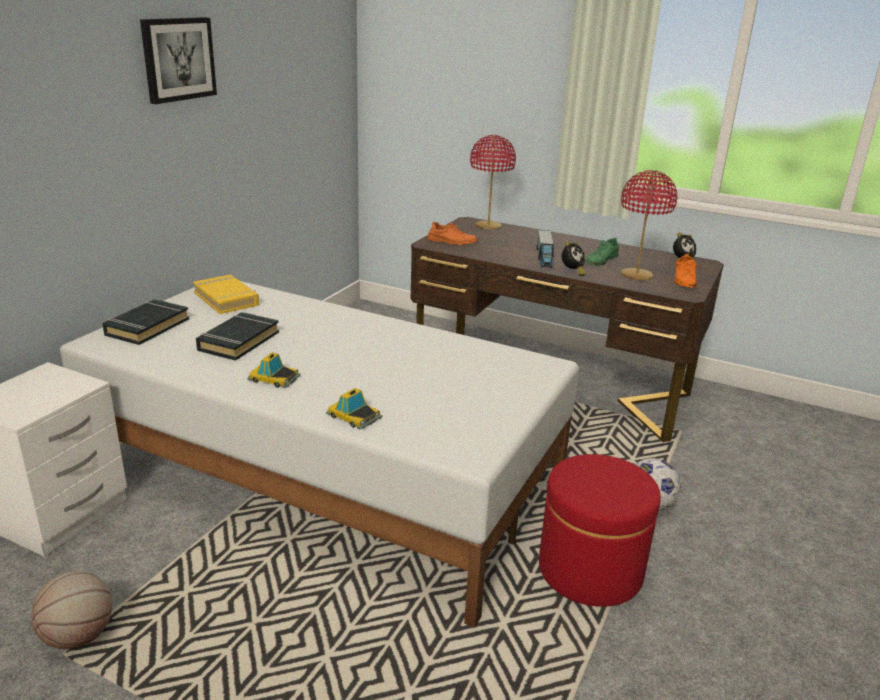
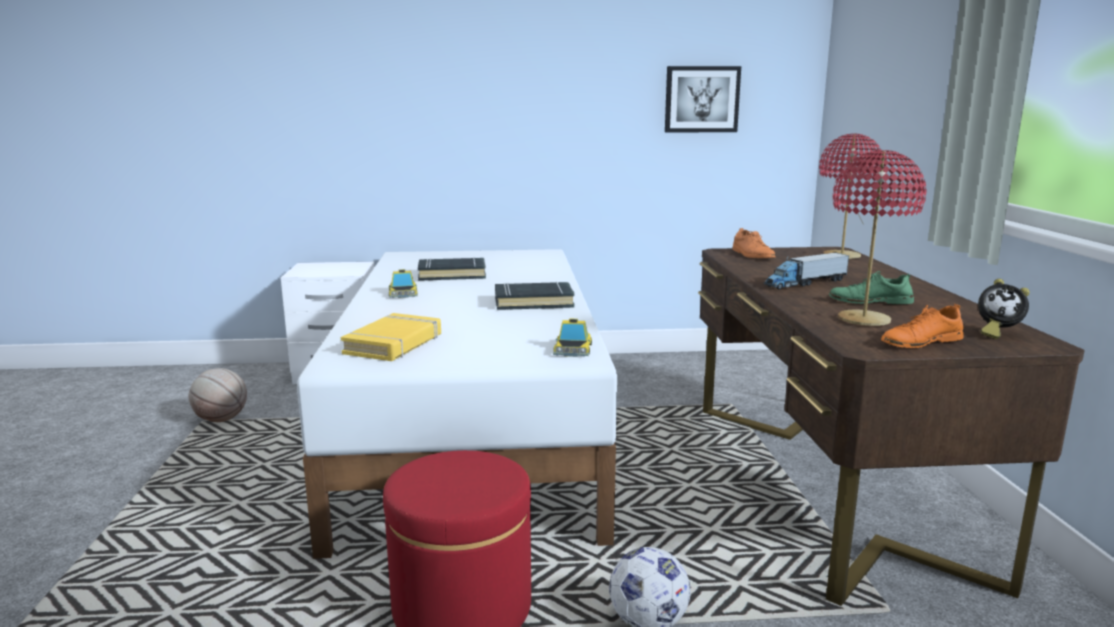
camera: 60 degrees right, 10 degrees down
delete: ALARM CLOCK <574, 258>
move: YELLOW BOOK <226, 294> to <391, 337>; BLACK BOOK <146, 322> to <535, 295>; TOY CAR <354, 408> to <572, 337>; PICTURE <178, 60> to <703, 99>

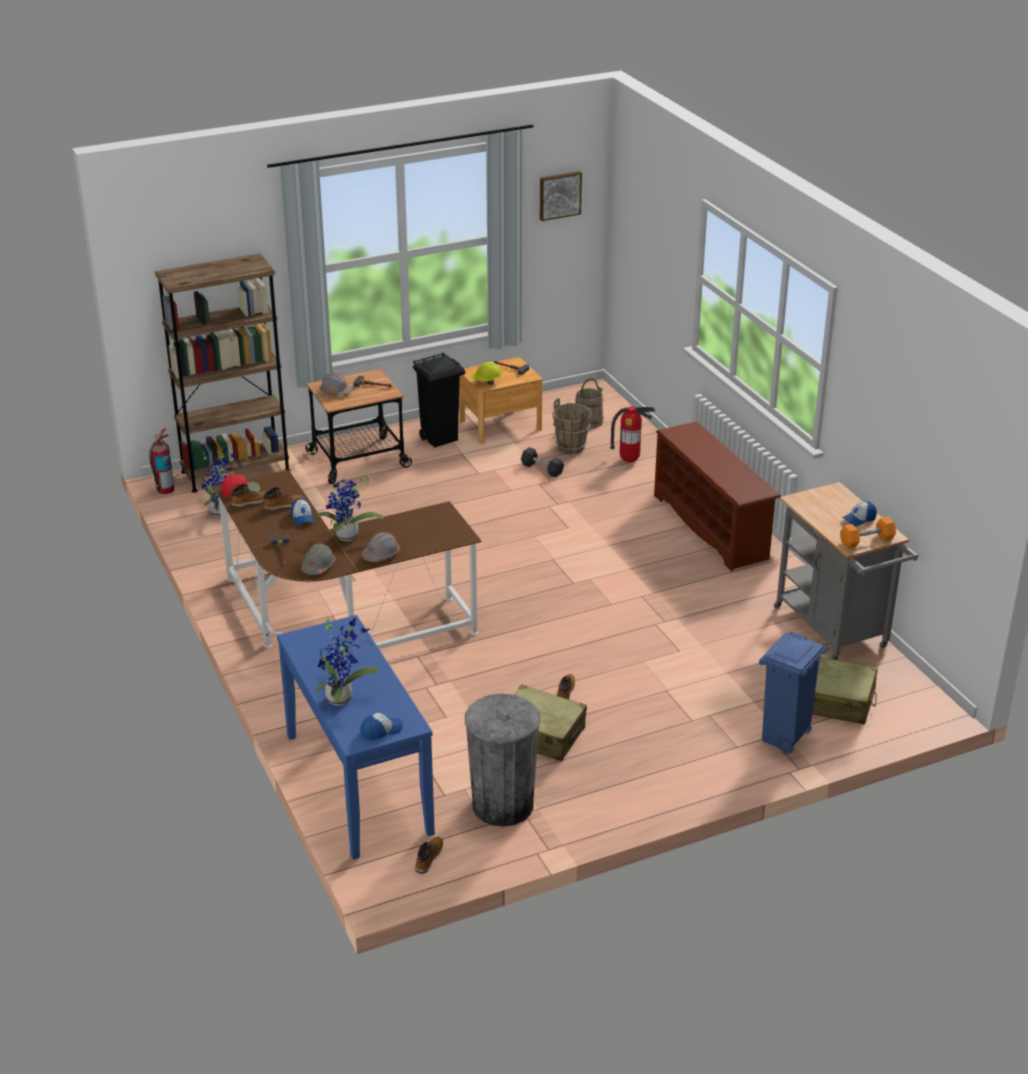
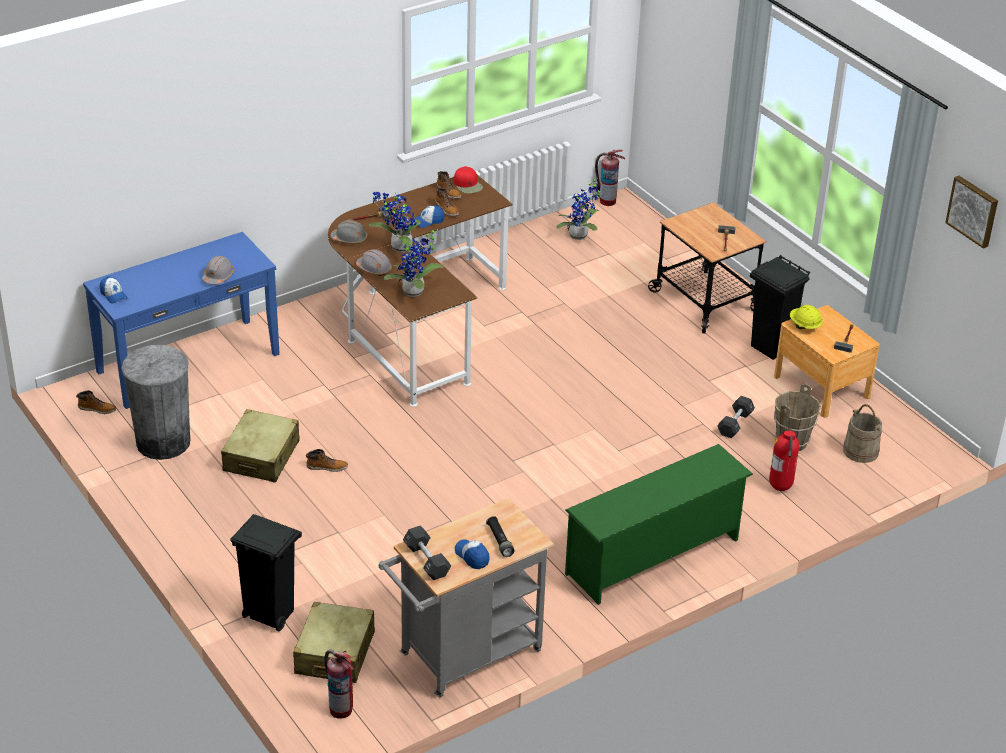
camera: 80 degrees right, 5 degrees up
delete: BROWN BOOKCASE <222, 373>
insert: FIRE EXTINGUISHER <339, 684>; BLACK FLASHLIGHT <500, 536>
move: GREY HARD HAT <336, 384> to <218, 270>; POTTED PLANT <347, 660> to <414, 263>
recolor: BLUE TRASH CAN <793, 692> to BLACK TRASH CAN <266, 573>; ORANGE DUMBBELL <868, 533> to BLACK DUMBBELL <427, 552>; BROWN SHOE RACK <717, 496> to GREEN SHOE RACK <659, 524>

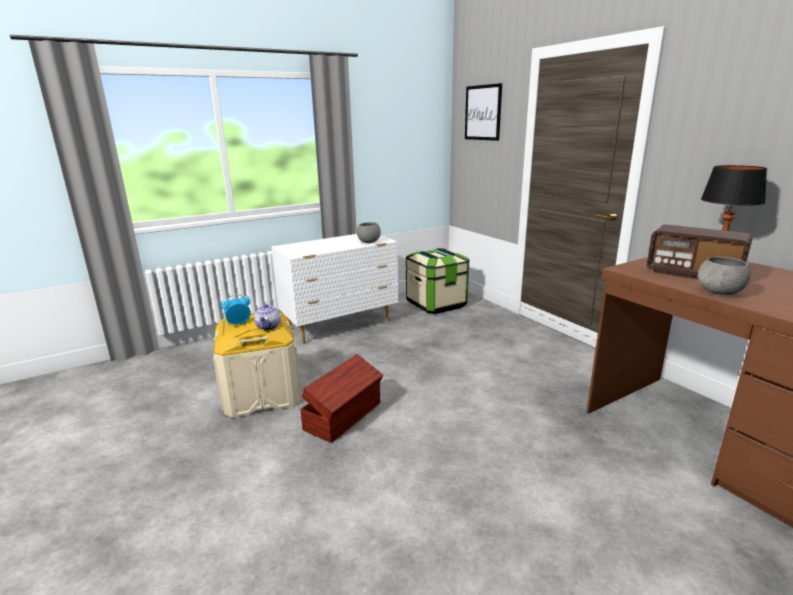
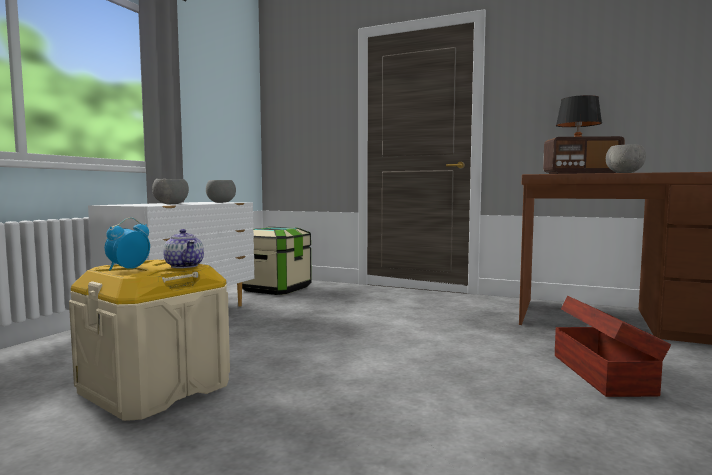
camera: 35 degrees left, 15 degrees down
delete: PICTURE <483, 112>
insert: GREY BOWL <170, 191>
move: BROWN STORAGE BOX <341, 398> to <613, 346>

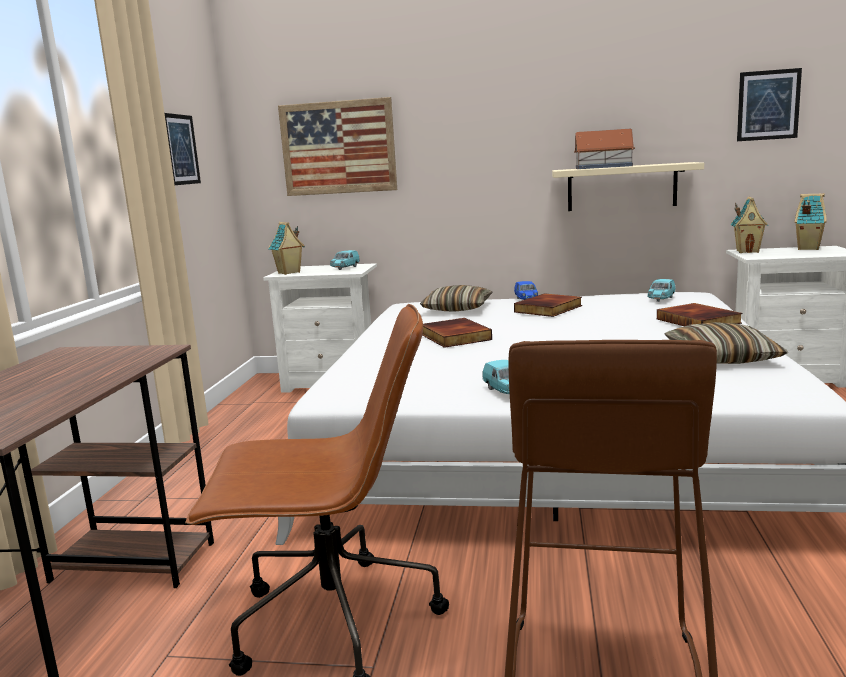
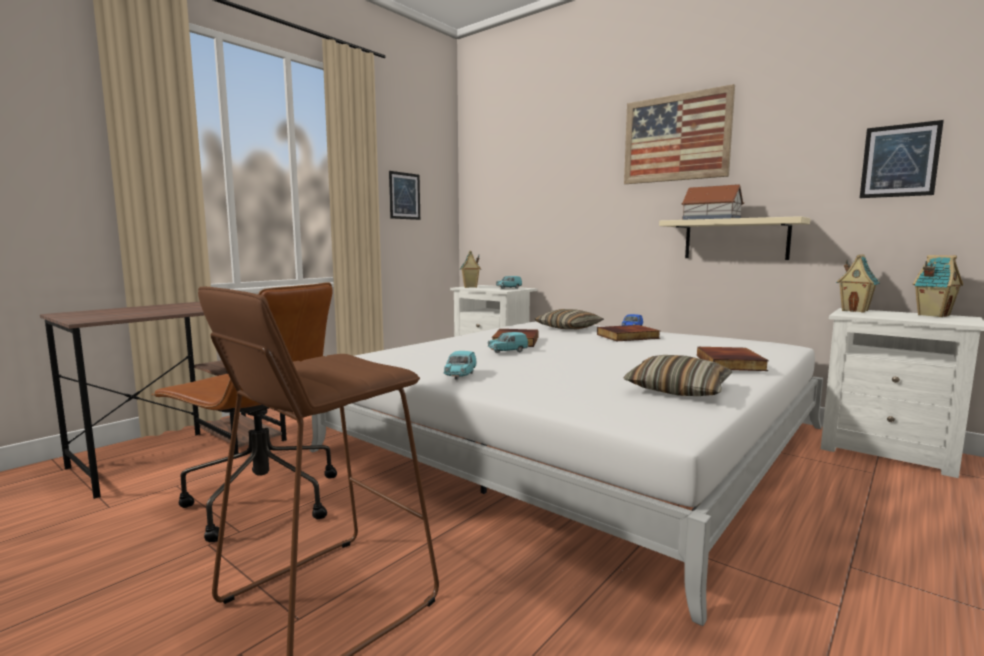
camera: 30 degrees right, 5 degrees down
move: TURQUOISE TOY CAR <661, 290> to <508, 342>; PICTURE <337, 146> to <679, 134>

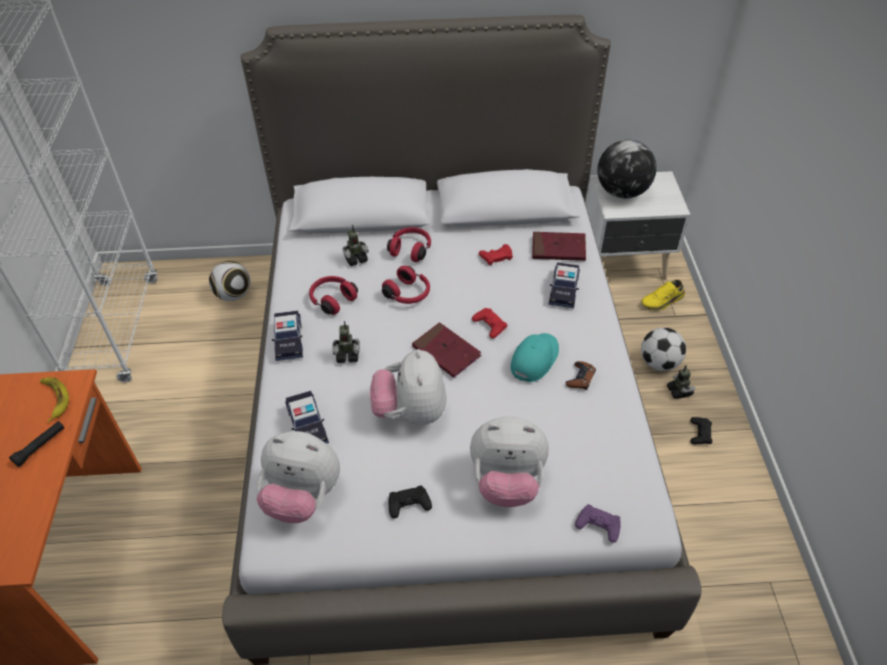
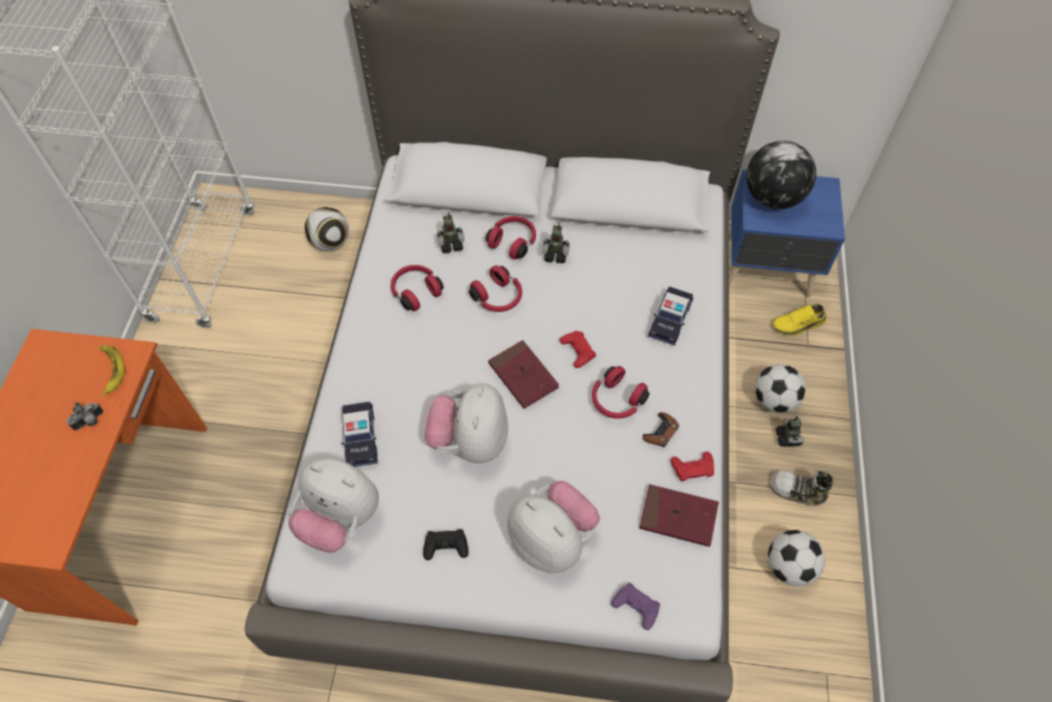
camera: 10 degrees right, 10 degrees up
delete: TOY CAR <287, 336>
insert: FOOTBALL <796, 558>
move: TOY ROBOT <346, 342> to <556, 243>; RED BOOK <559, 246> to <679, 515>; RED GAME CONTROLLER <496, 254> to <692, 466>
replace: BLACK FLASHLIGHT <37, 444> to PHOTO CAMERA <84, 416>; TURQUOISE CAP <534, 357> to RED HEADPHONES <621, 392>; BLACK GAME CONTROLLER <701, 431> to SHOE <802, 488>
recolor: WHITE NIGHTSTAND <638, 225> to BLUE NIGHTSTAND <787, 234>
rotate: PLUSH TOY <509, 462> = <553, 527> 150 degrees counterclockwise

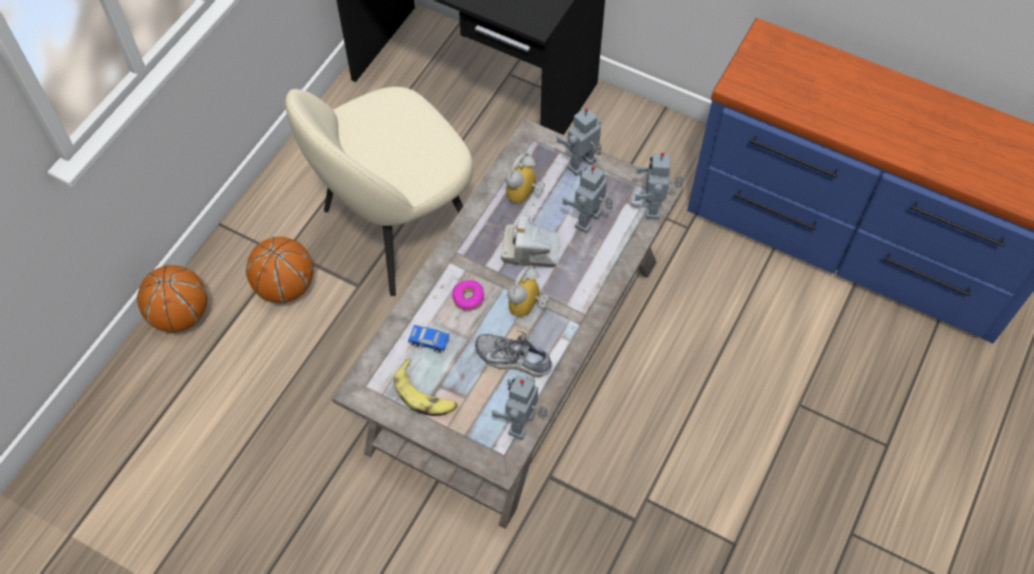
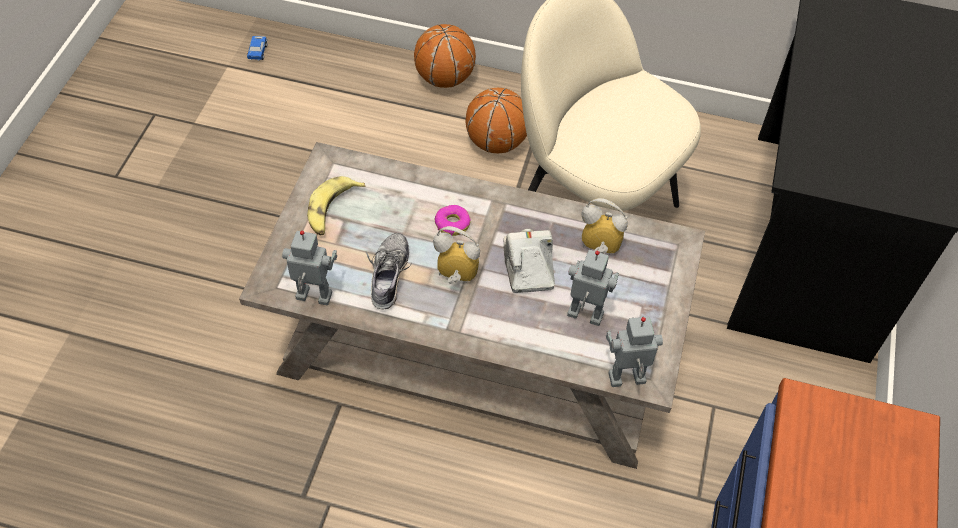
camera: 75 degrees right, 5 degrees down
delete: TOY ROBOT <579, 141>
move: TOY CAR <429, 339> to <257, 48>

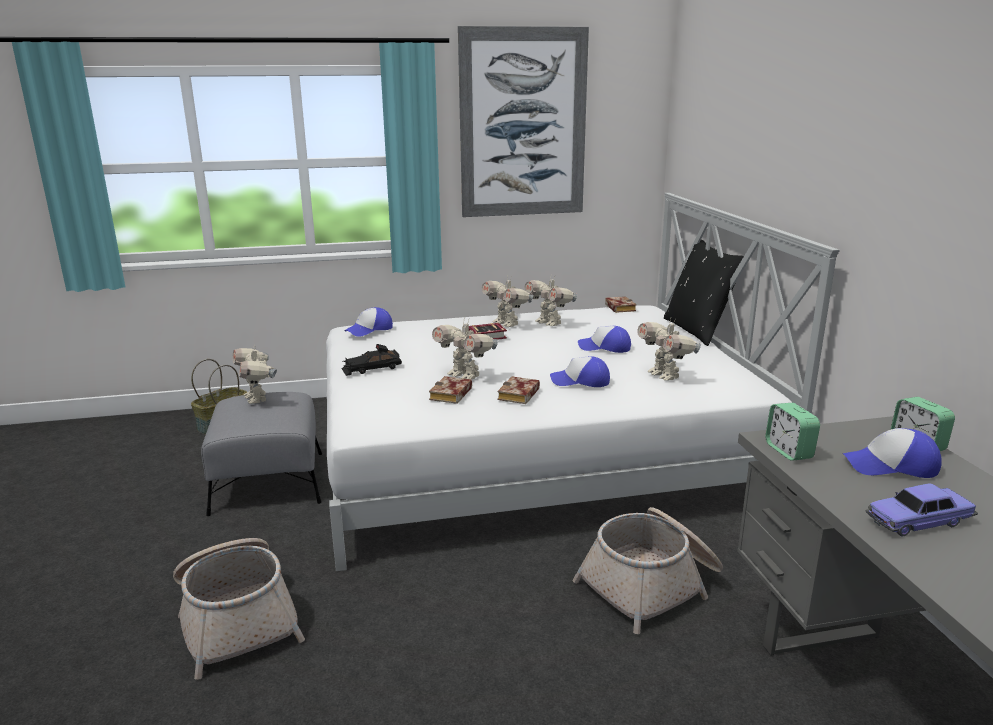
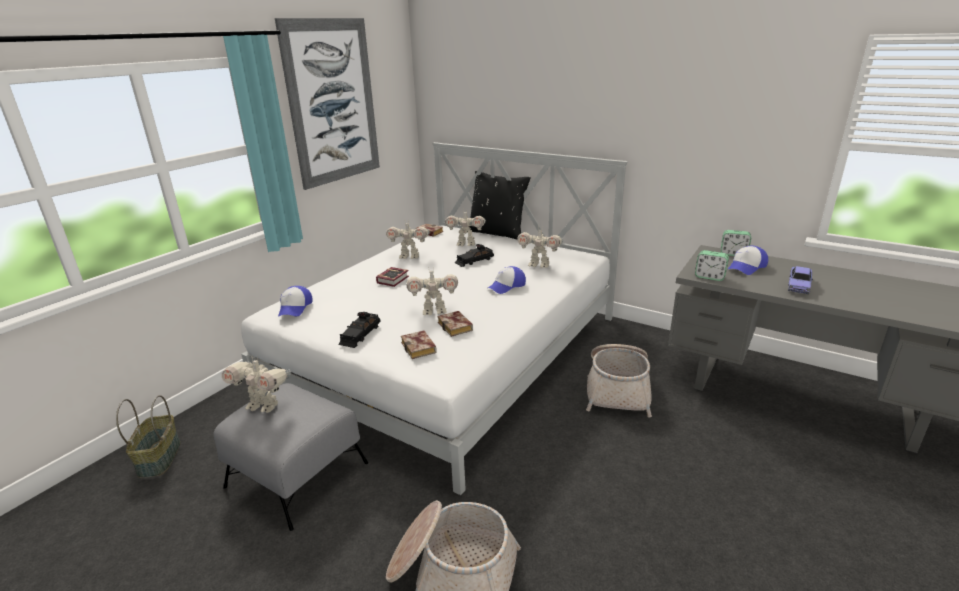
camera: 45 degrees left, 5 degrees up
move: BOOK <519, 390> to <419, 345>; TOY ROBOT <507, 302> to <465, 228>
replace: CAP <604, 339> to BLACK TOY CAR <474, 255>

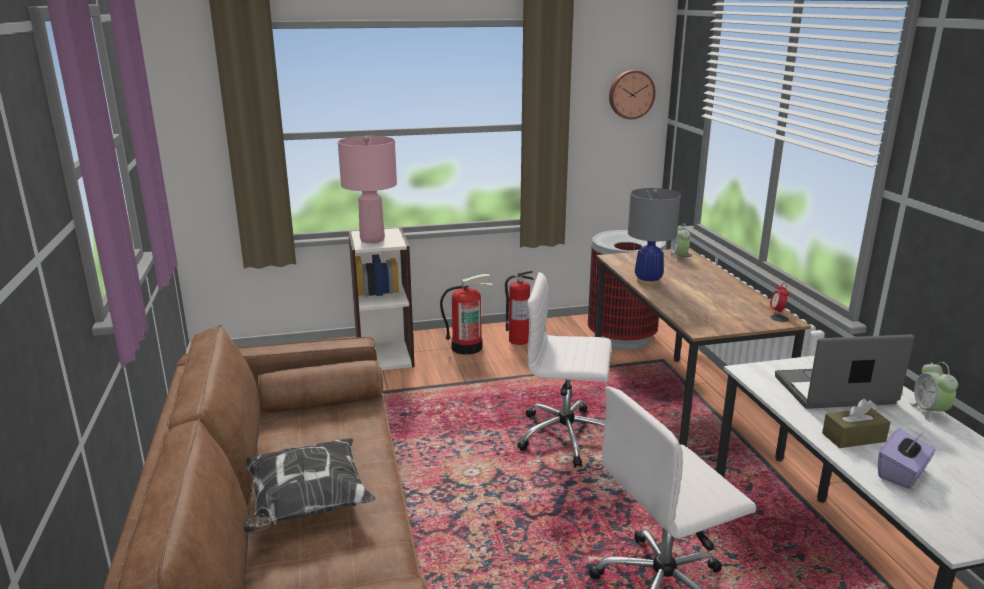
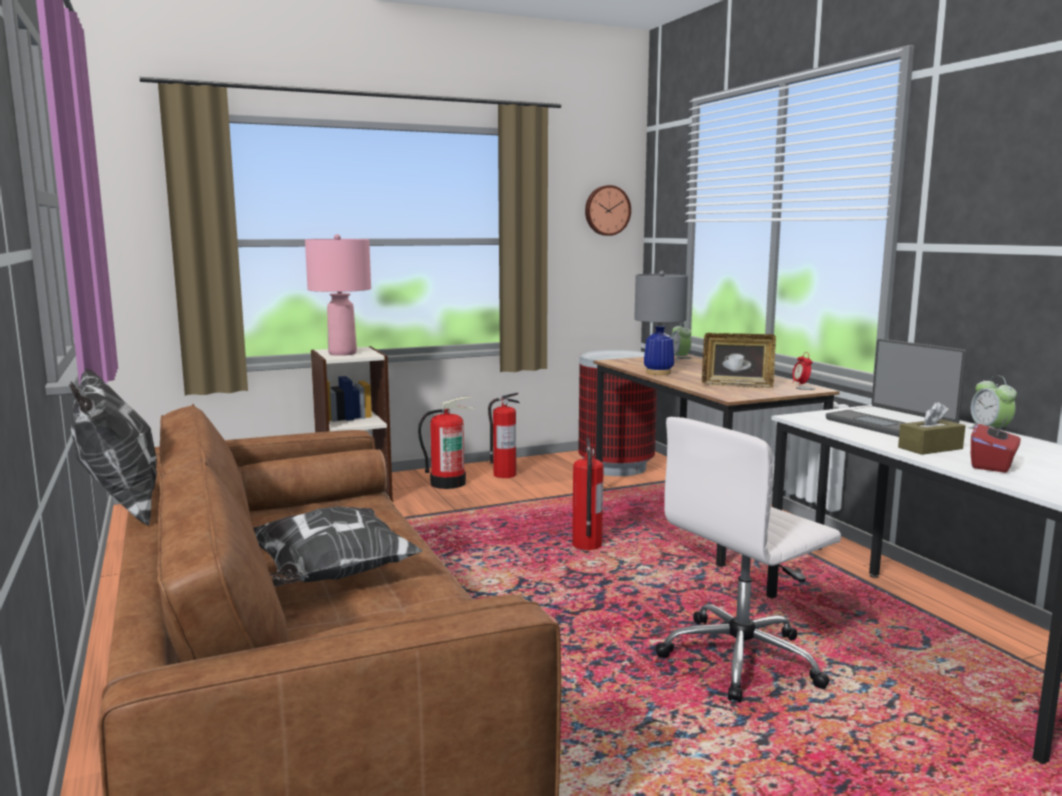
camera: 10 degrees left, 10 degrees down
insert: PILLOW <113, 447>; PICTURE FRAME <739, 360>
replace: WHITE OFFICE CHAIR <564, 370> to FIRE EXTINGUISHER <588, 494>
recolor: PURPLE TISSUE BOX <906, 459> to RED TISSUE BOX <996, 445>
rotate: LAPTOP <844, 372> = <896, 388> 105 degrees counterclockwise

